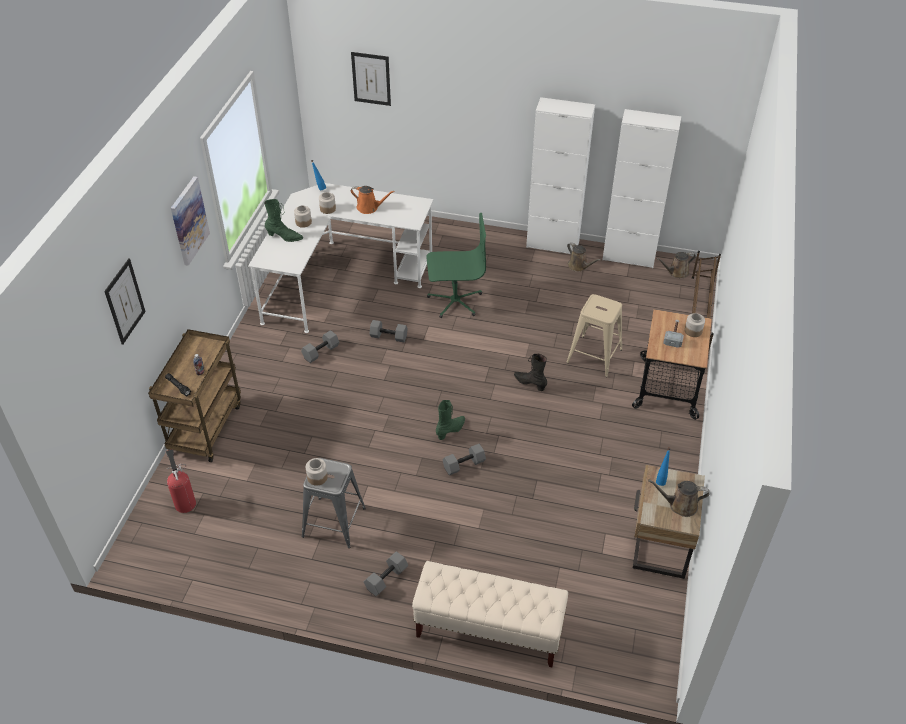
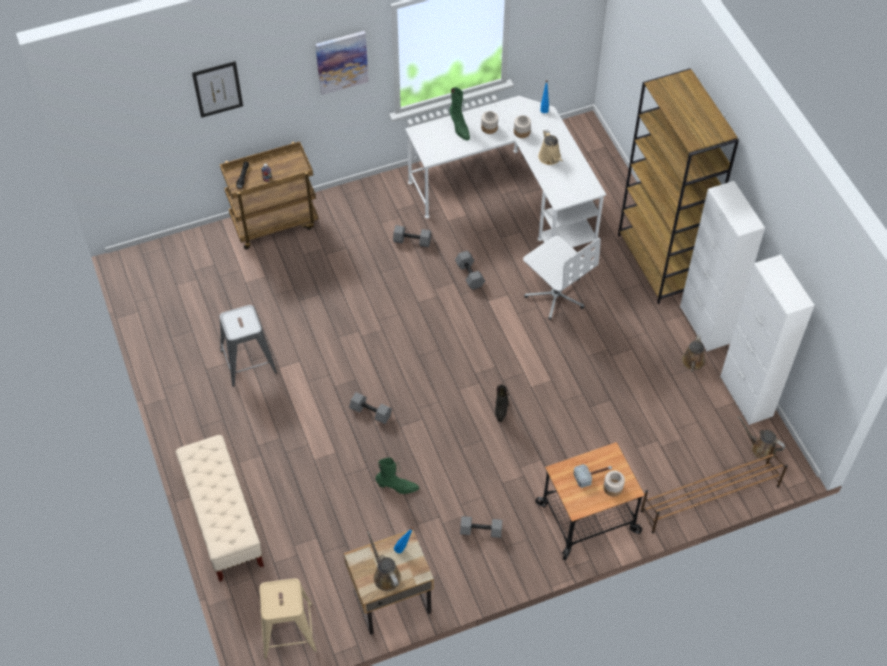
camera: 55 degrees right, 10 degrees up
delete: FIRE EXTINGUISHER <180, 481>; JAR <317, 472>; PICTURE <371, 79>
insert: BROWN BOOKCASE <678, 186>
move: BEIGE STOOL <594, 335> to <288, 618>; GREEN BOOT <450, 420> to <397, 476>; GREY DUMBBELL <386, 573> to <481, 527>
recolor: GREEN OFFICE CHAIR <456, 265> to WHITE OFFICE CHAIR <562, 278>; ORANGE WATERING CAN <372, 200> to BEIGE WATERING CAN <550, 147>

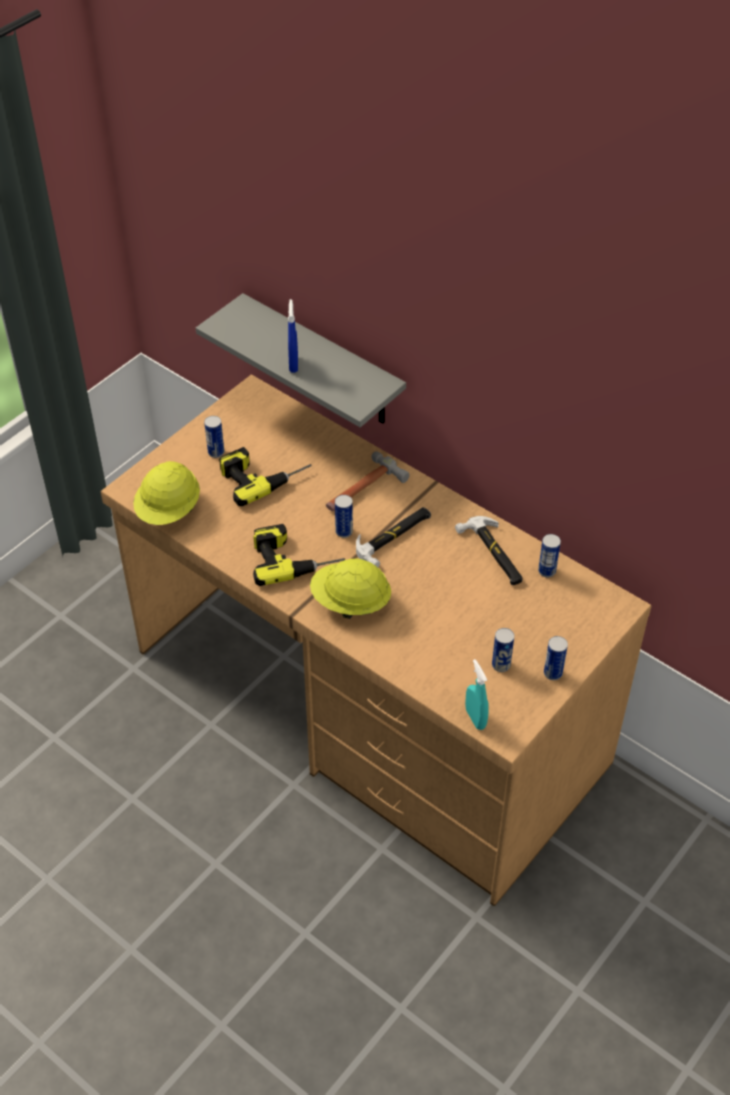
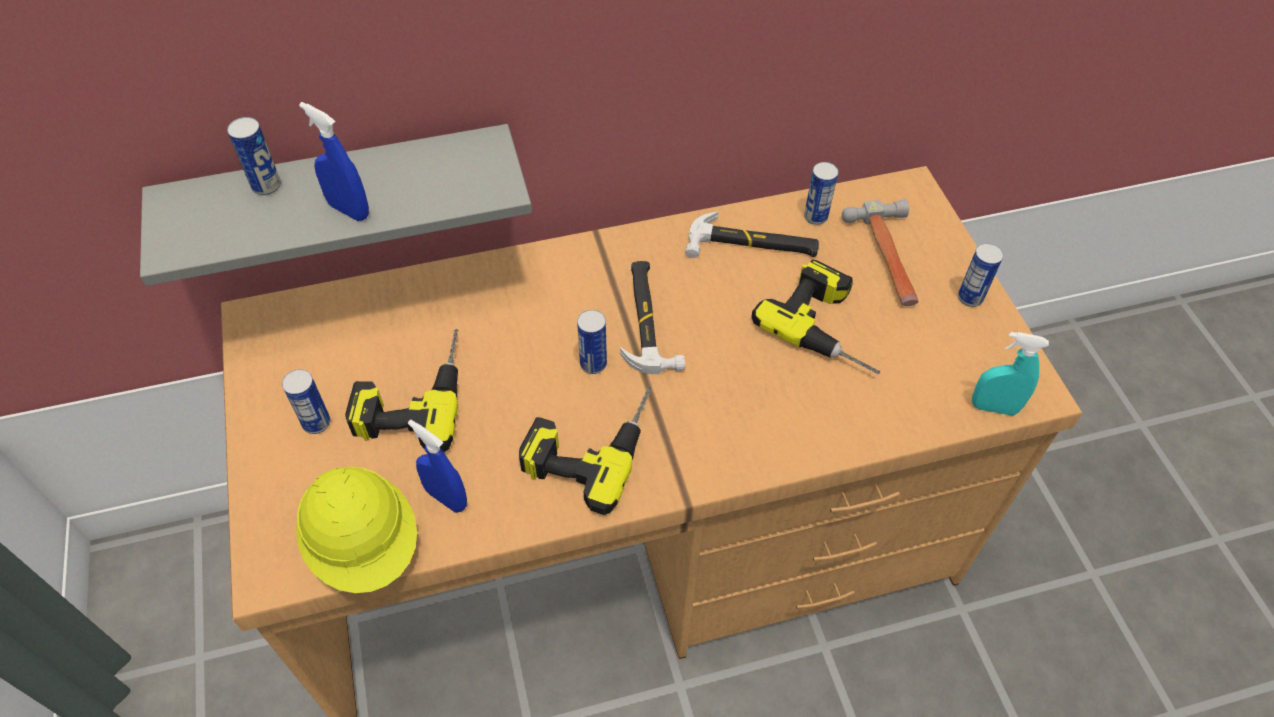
camera: 55 degrees left, 5 degrees up
delete: YELLOW HARD HAT <350, 589>
insert: BLUE SPRAY BOTTLE <437, 466>; POWER DRILL <815, 316>
move: CAN <503, 650> to <254, 156>; HAMMER <368, 481> to <880, 252>

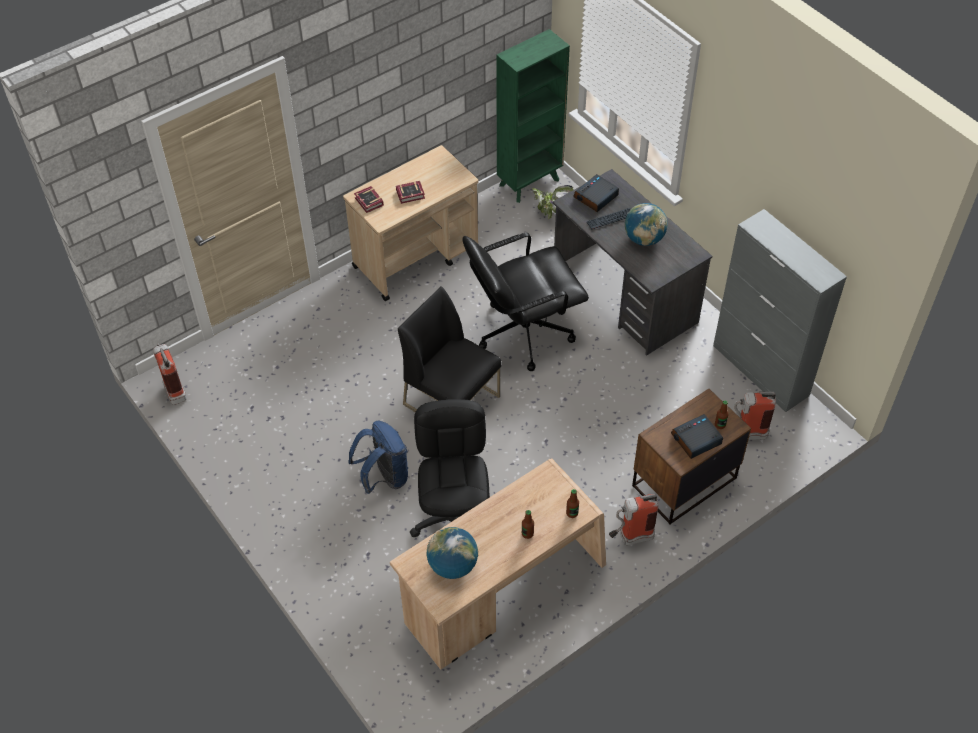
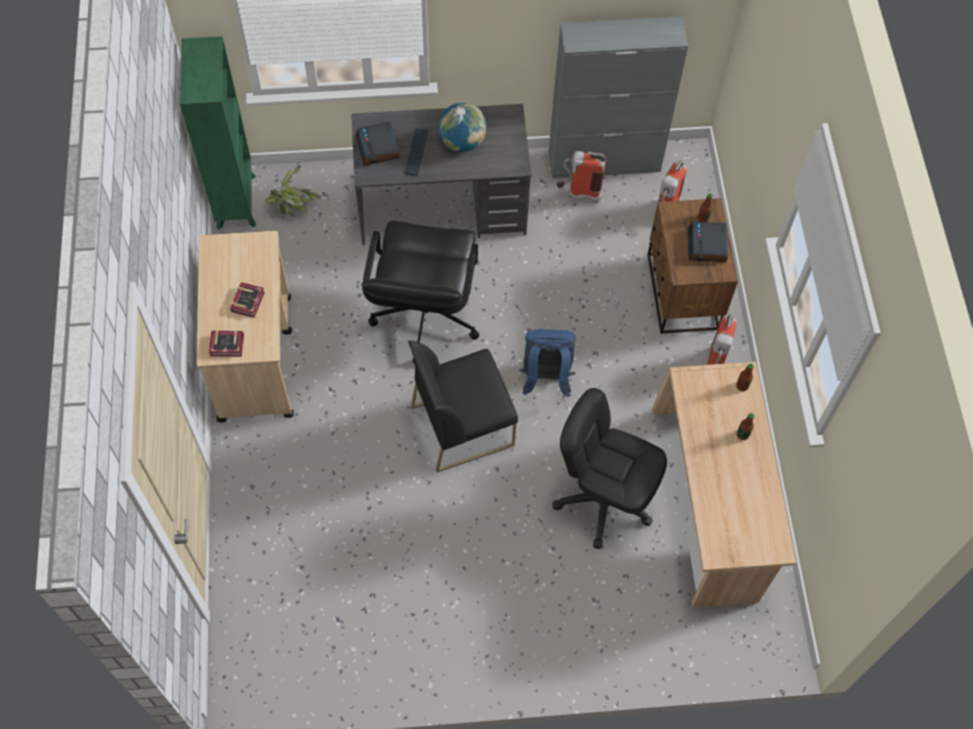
camera: 60 degrees left, 10 degrees up
delete: GLOBE <453, 553>
move: BLUE BACKPACK <378, 457> to <547, 363>; FIRE EXTINGUISHER <170, 374> to <581, 177>

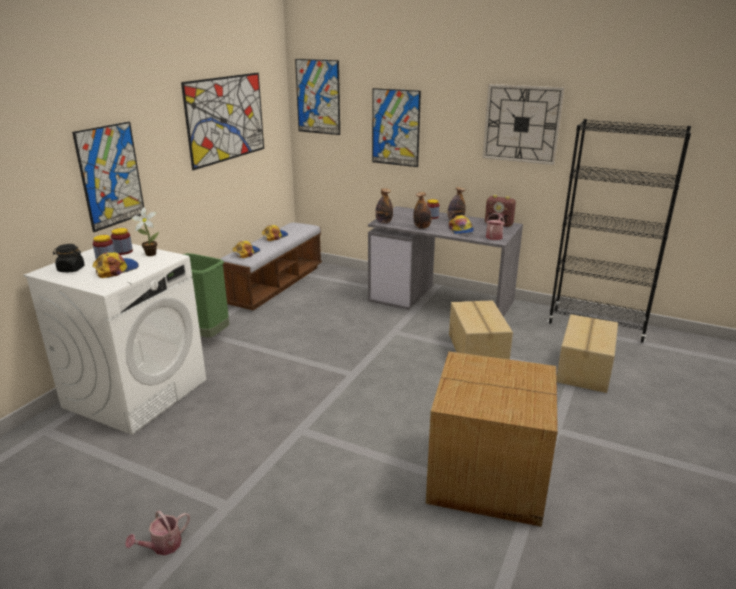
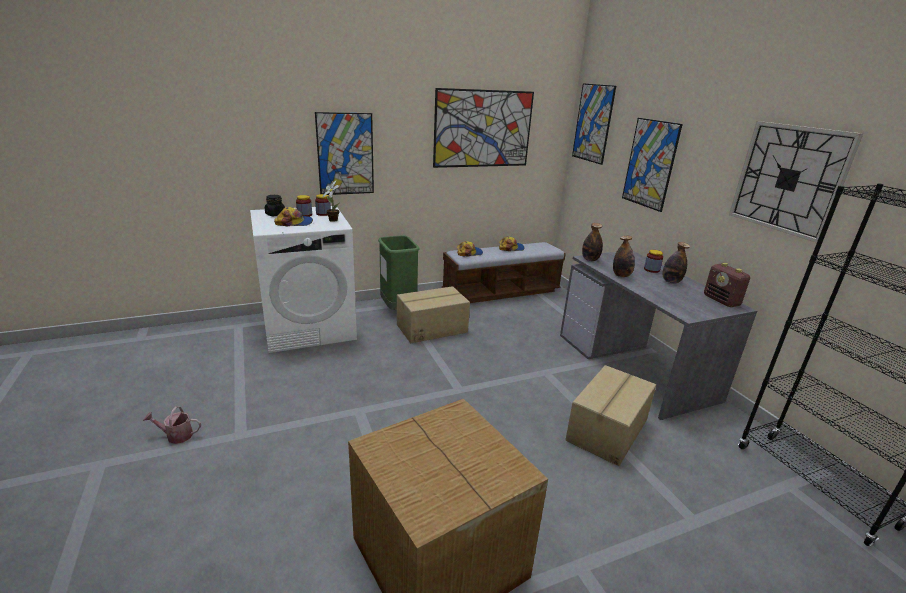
camera: 40 degrees right, 0 degrees up
delete: CAP <461, 224>; WATERING CAN <495, 226>
move: CARDBOARD BOX <587, 353> to <433, 314>

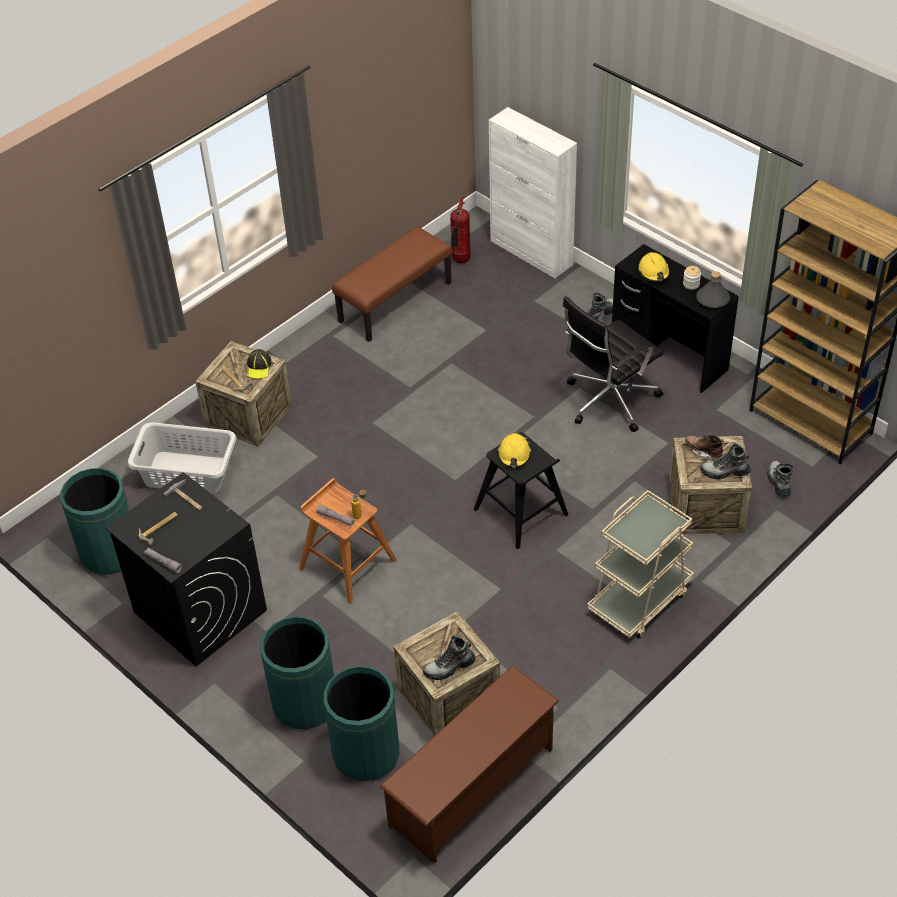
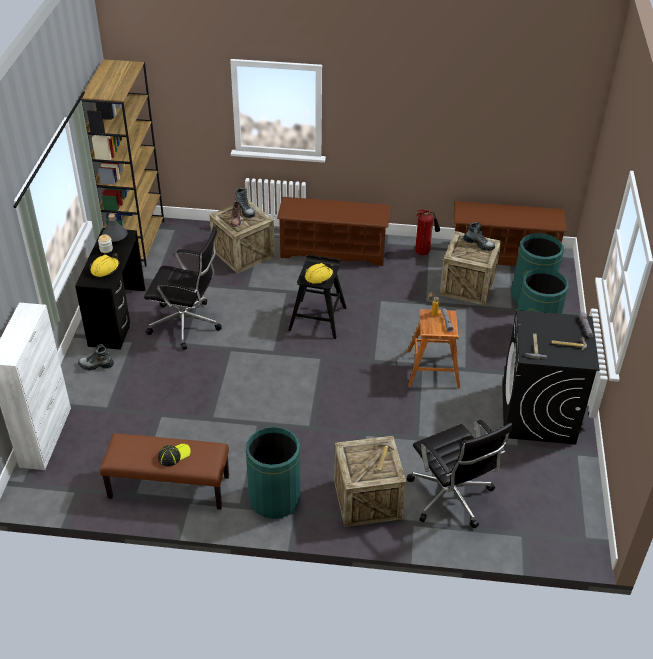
camera: 130 degrees left, 5 degrees down
delete: BOOT <780, 478>
move: CAP <259, 363> to <174, 455>; GREEN TRASH CAN <95, 521> to <273, 473>; FIRE EXTINGUISHER <460, 230> to <427, 232>
replace: BEIGE CART <640, 564> to BROWN SHOE RACK <334, 231>; GREY LAUNDRY BASKET <182, 458> to BLACK OFFICE CHAIR <460, 474>

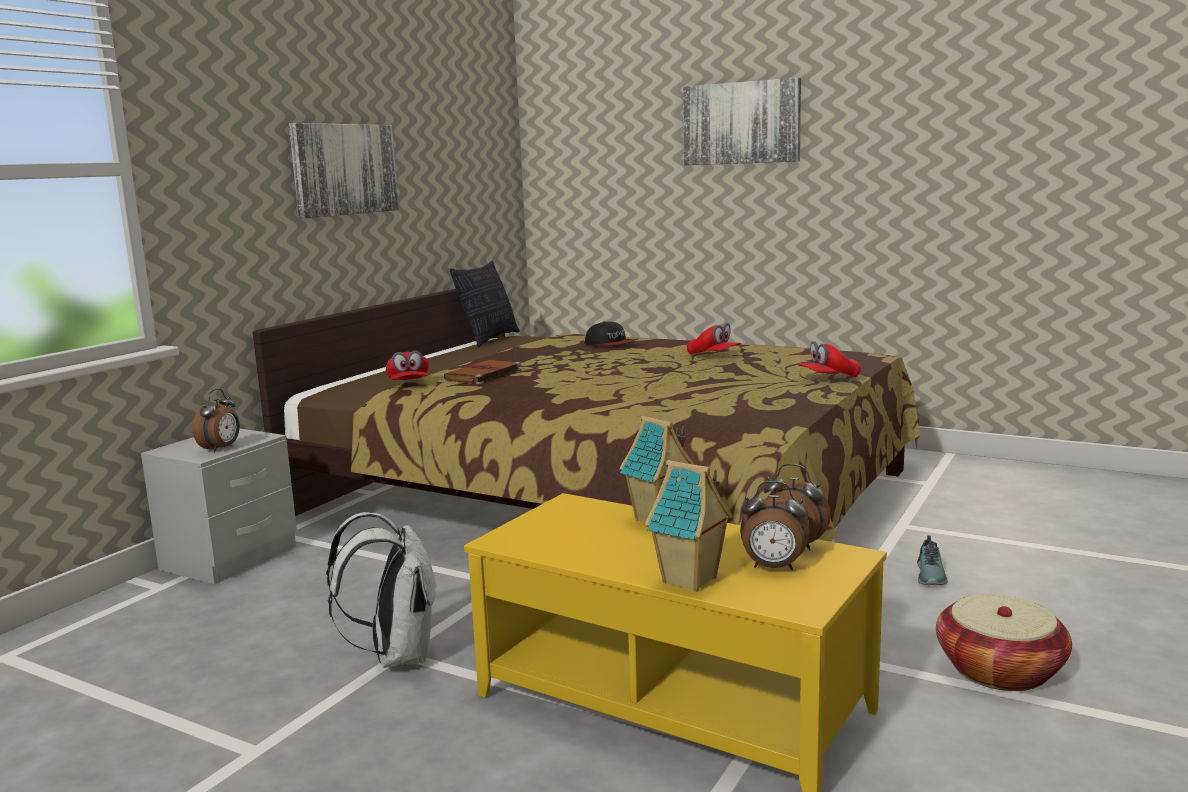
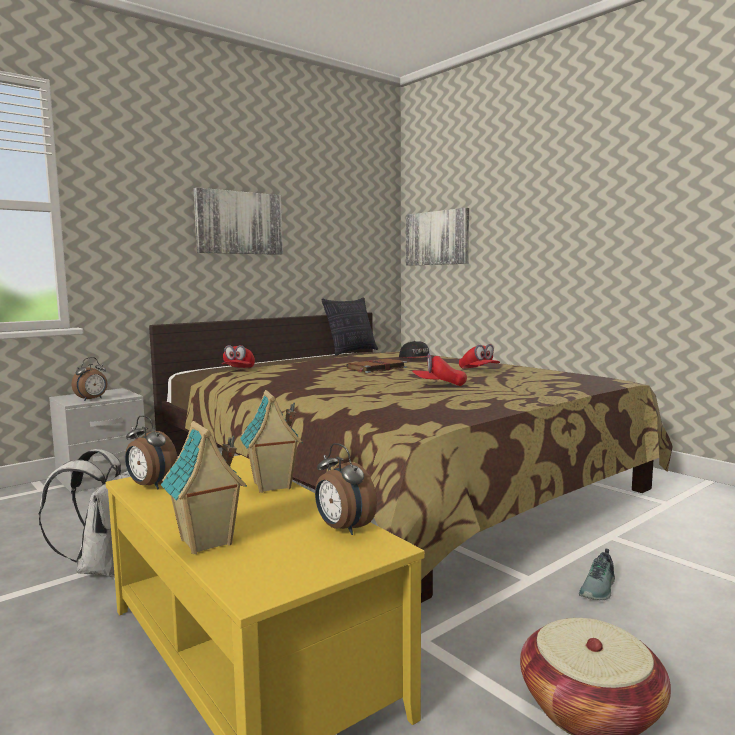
camera: 20 degrees right, 5 degrees down
move: ALARM CLOCK <775, 525> to <151, 452>; BROWN BOOK <482, 372> to <376, 366>; PICTURE <742, 121> to <437, 237>; RED CAP <829, 359> to <439, 369>

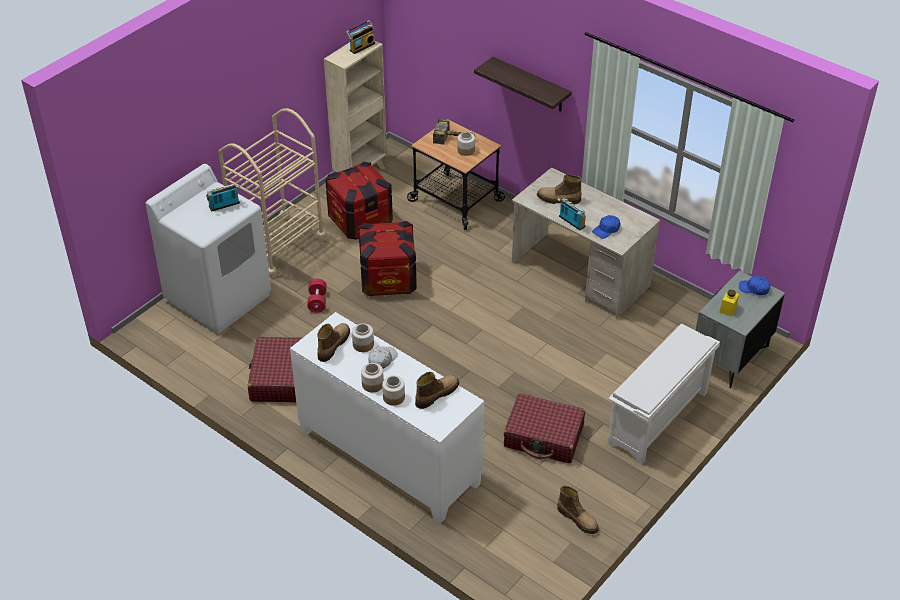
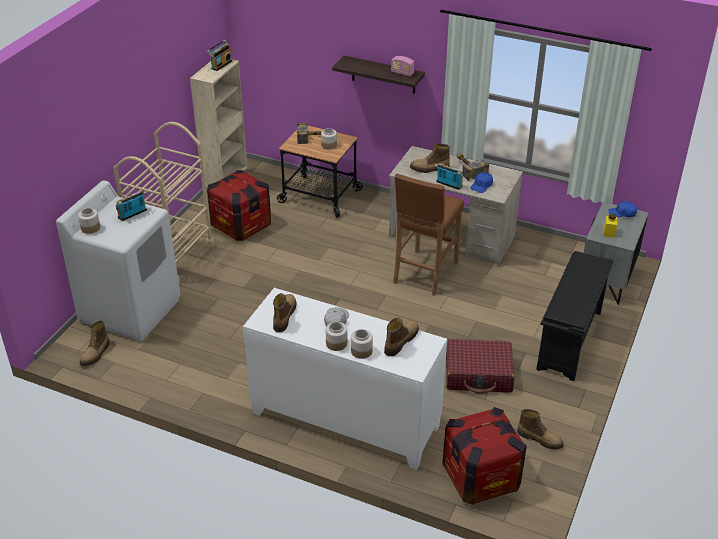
camera: 15 degrees left, 5 degrees down
delete: RED SUITCASE <275, 370>; RED DUMBBELL <317, 296>
insert: BOOT <95, 343>; RADIO <402, 66>; BROWN STOOL <428, 235>; HAMMER <473, 167>
move: JAR <363, 338> to <89, 221>; CRATE <387, 258> to <484, 456>
recolor: WHITE SHOE RACK <663, 394> to BLACK SHOE RACK <575, 316>

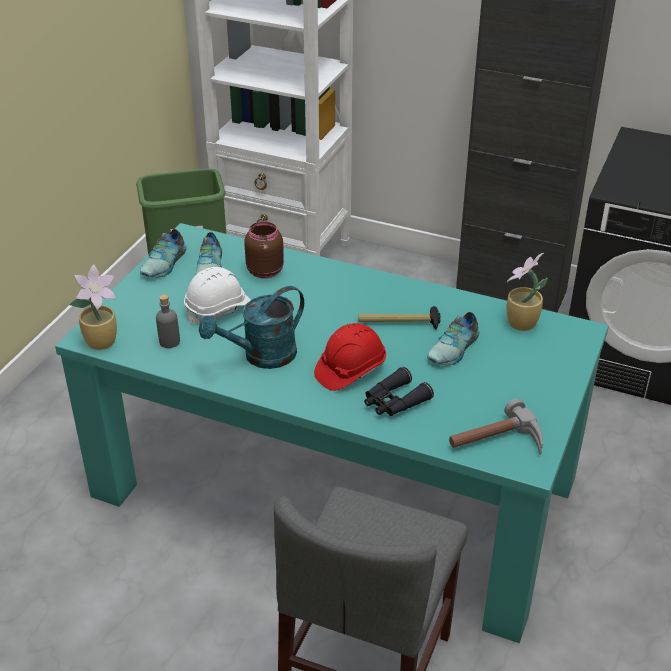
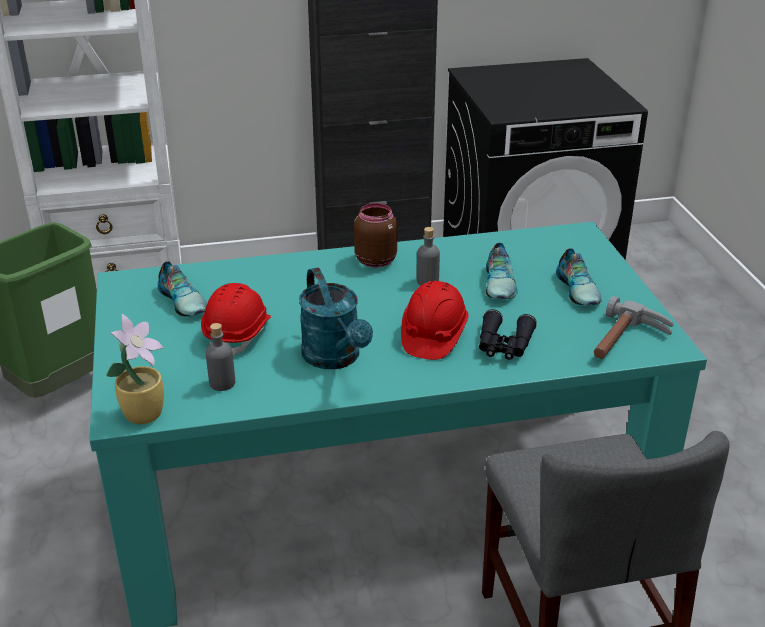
camera: 35 degrees left, 5 degrees down
delete: POTTED PLANT <527, 292>
move: BROWN JAR <264, 250> to <376, 235>; SHOE <163, 253> to <579, 277>
replace: HAMMER <399, 318> to GREY BOTTLE <428, 256>
recolor: WHITE HARD HAT <217, 295> to RED HARD HAT <236, 319>
rotate: TURQUOISE WATERING CAN <251, 327> = <336, 318> 45 degrees counterclockwise

